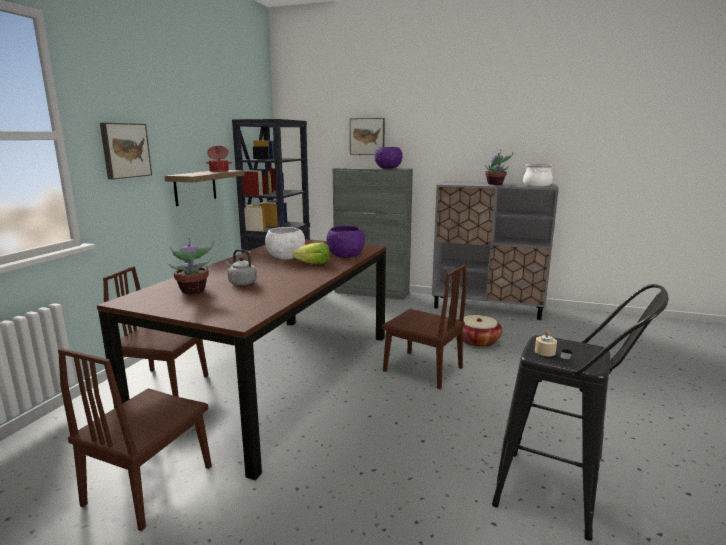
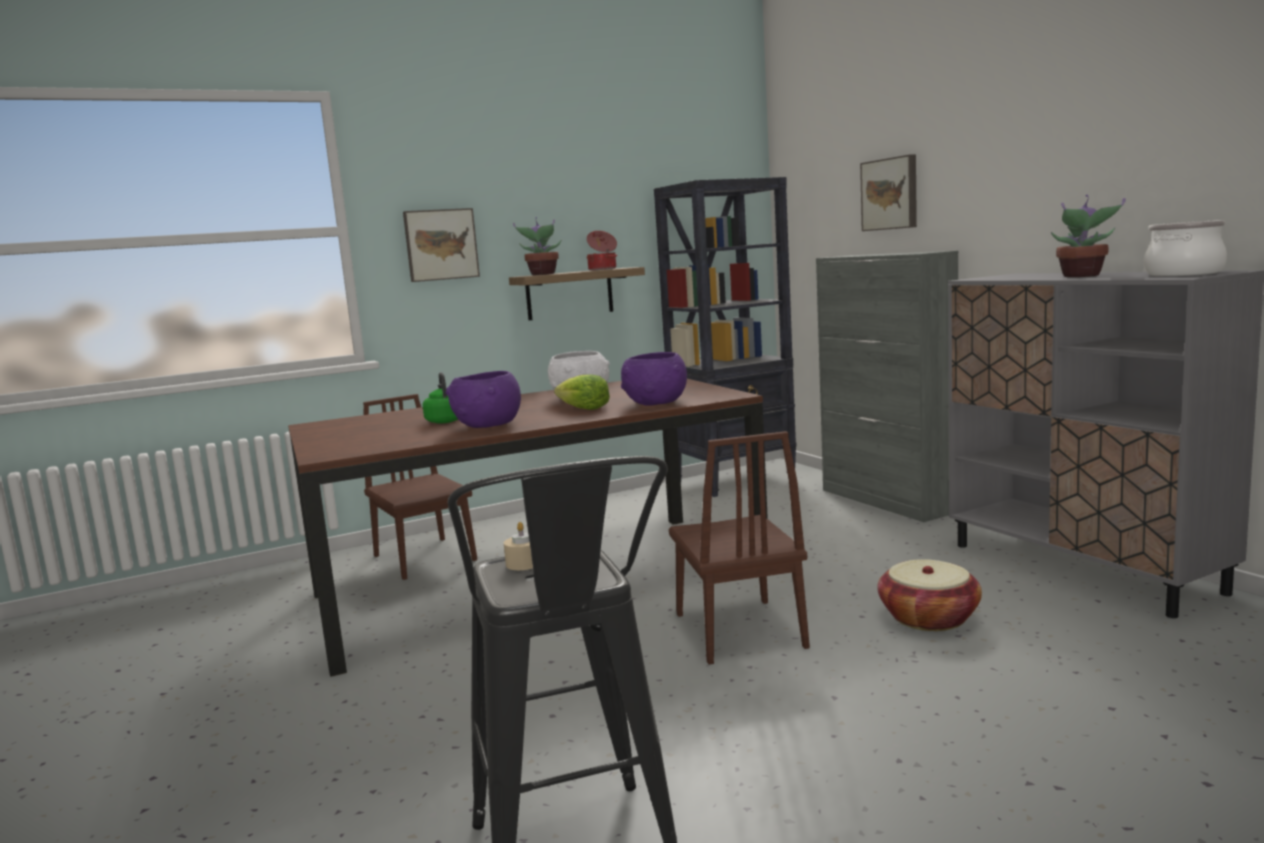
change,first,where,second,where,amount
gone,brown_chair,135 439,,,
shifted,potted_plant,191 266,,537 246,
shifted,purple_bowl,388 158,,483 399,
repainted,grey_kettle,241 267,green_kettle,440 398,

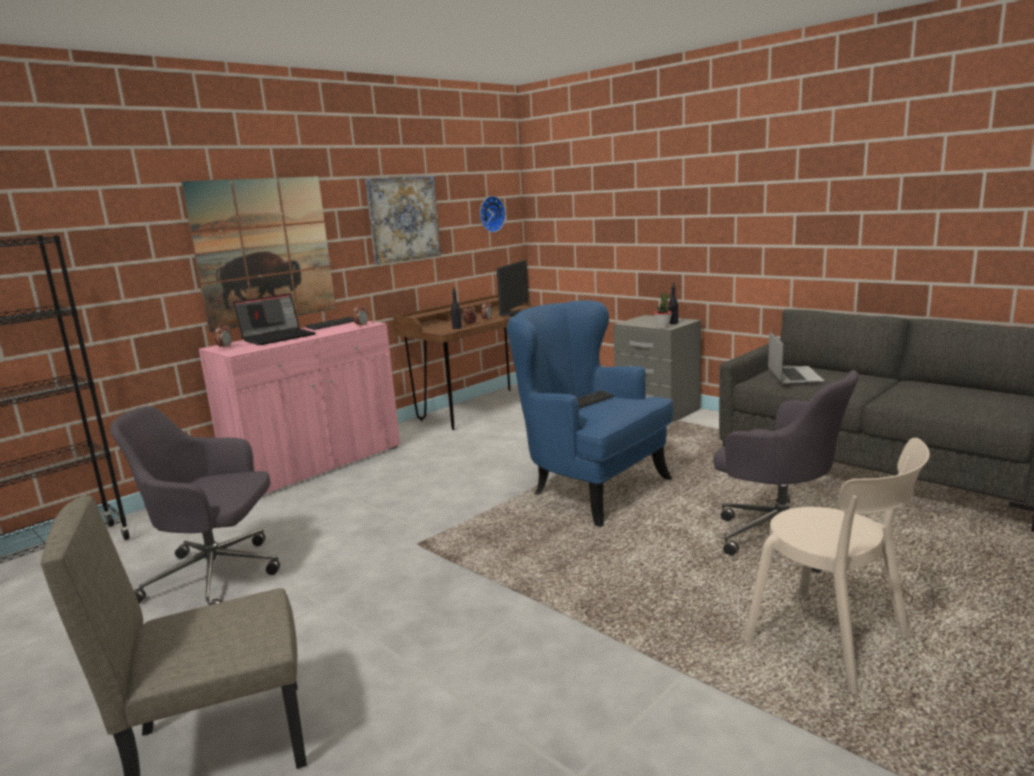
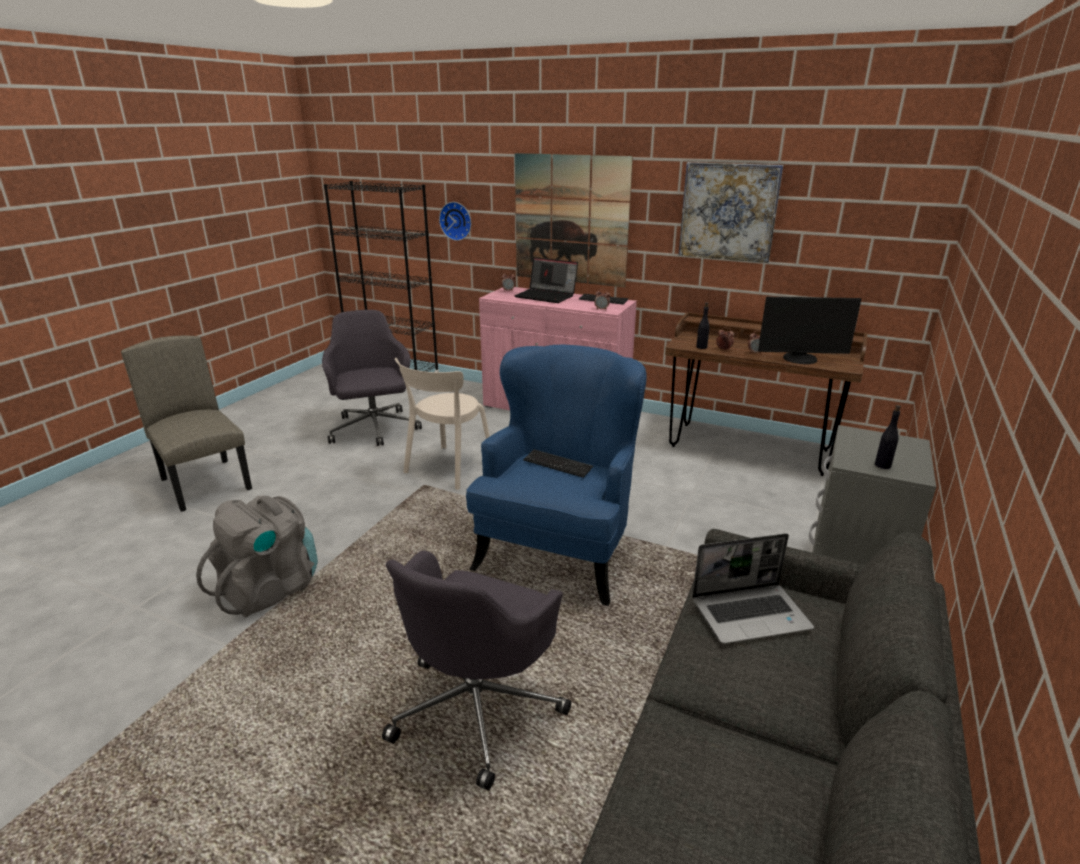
change,first,where,second,where,amount
gone,potted_plant,663 310,,,
new,,,grey_backpack,257 557,
shifted,wall_clock,493 214,,455 221,
shifted,beige_chair,837 566,,442 423,

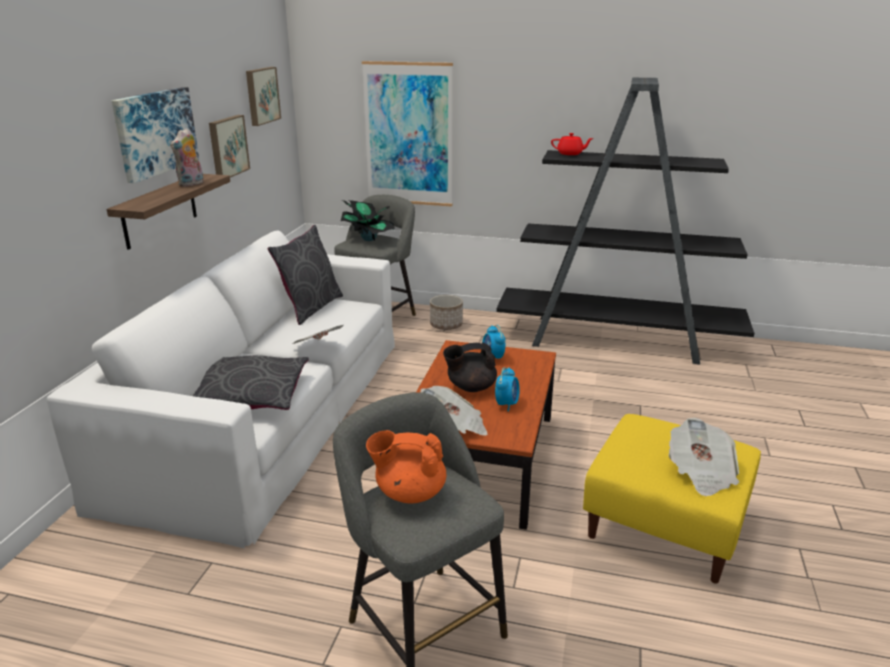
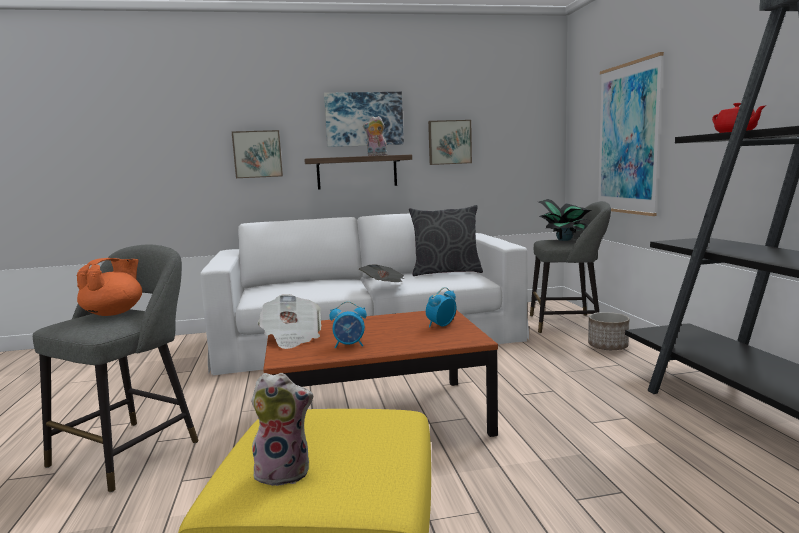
change,first,where,second,where,amount
gone,grey_pillow,251 382,,,
gone,black_teapot,470 367,,,
shifted,picture,263 96,,257 154,
swapped,newspaper,703 457,plush_toy,282 429,
rotated,orange_teapot,406 466,,109 287,45 degrees clockwise

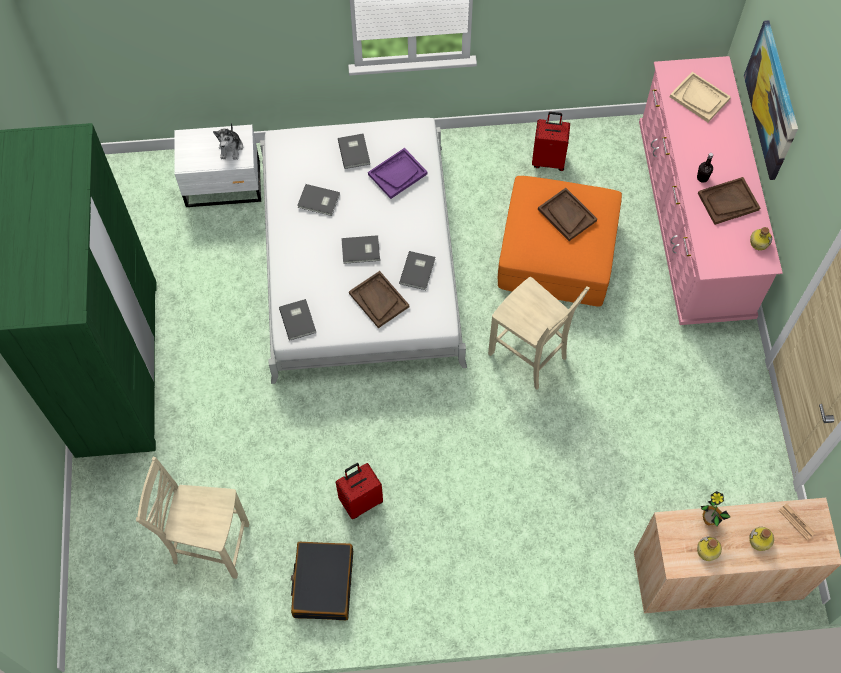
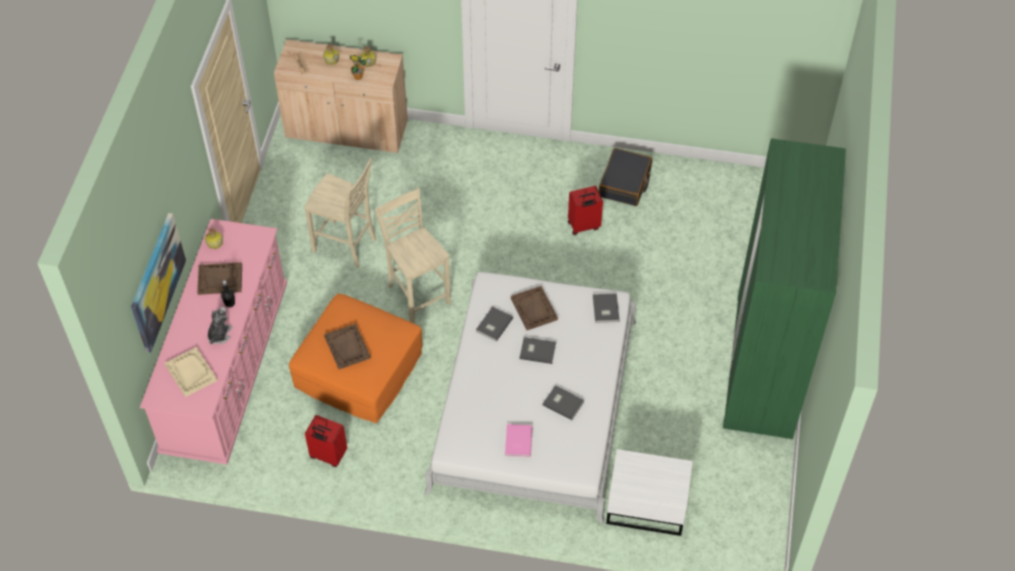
change,first,where,second,where,amount
gone,purple_tray,398 173,,,
shifted,beige_chair,192 518,,340 212,
shifted,plush_toy,228 141,,219 325,
repainted,grey_book,354 151,pink_book,518 440,

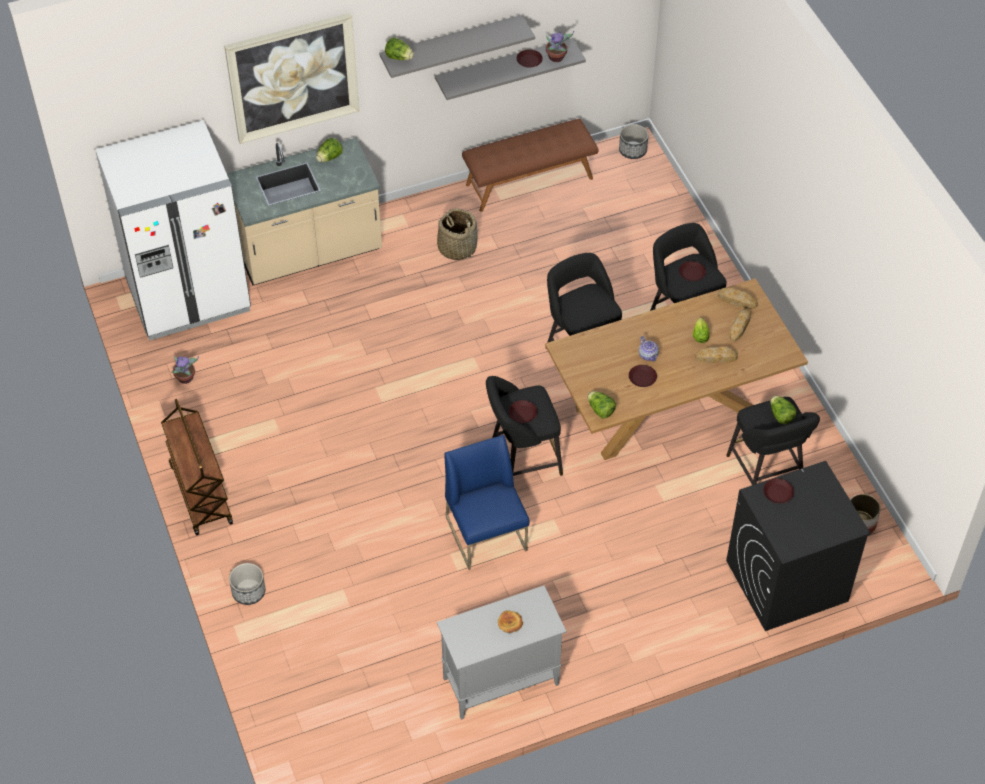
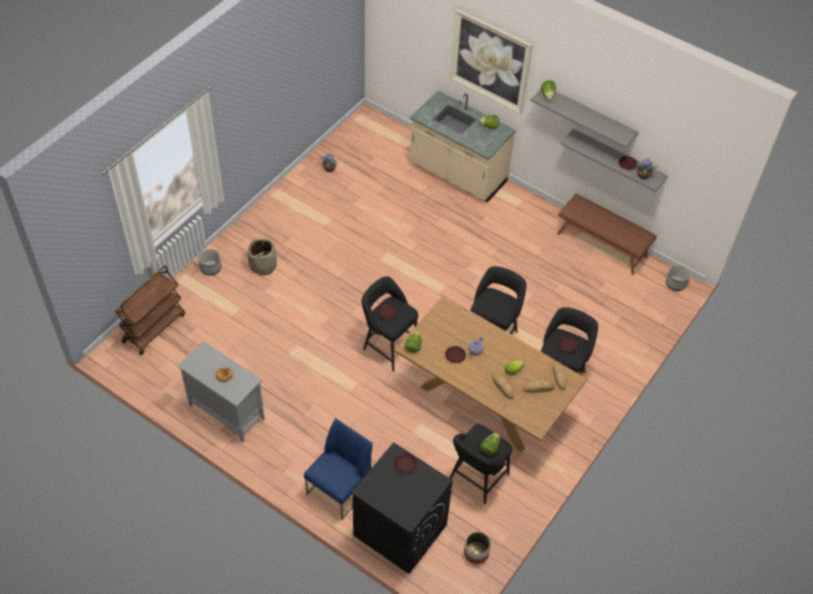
change,first,where,second,where,amount
gone,white_fridge,173 230,,,
shifted,brown_cart,197 467,,150 310,
shifted,basket,457 234,,262 257,
shifted,blue_chair,487 502,,338 469,

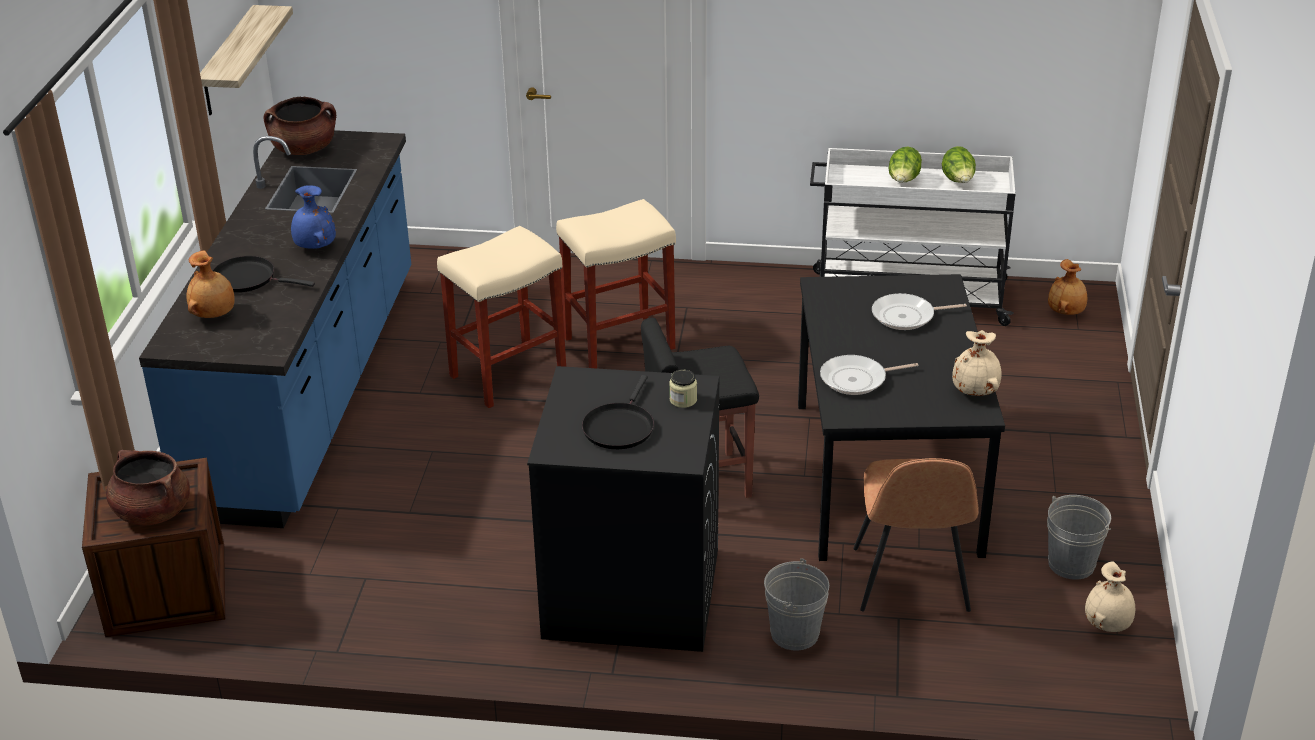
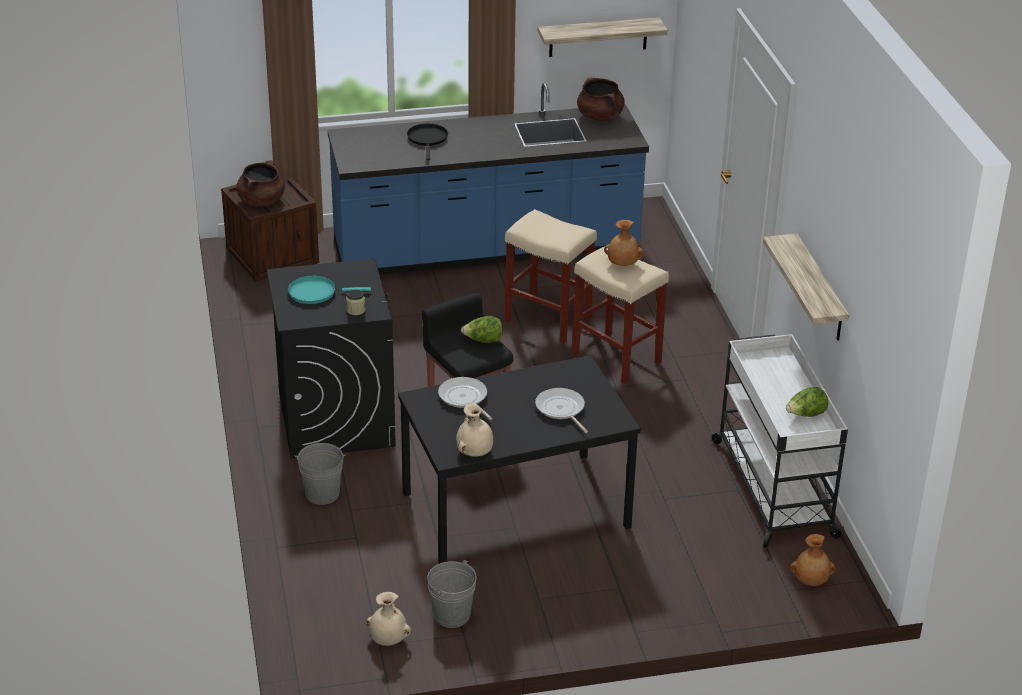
change,first,where,second,where,amount
gone,blue_vase,313 217,,,
gone,brown_chair,916 535,,,
new,,,shelf,806 287,
shifted,brown_vase,210 284,,623 243,
shifted,lettuce,905 165,,482 329,
repainted,black_frying_pan,618 412,turquoise_frying_pan,329 289,

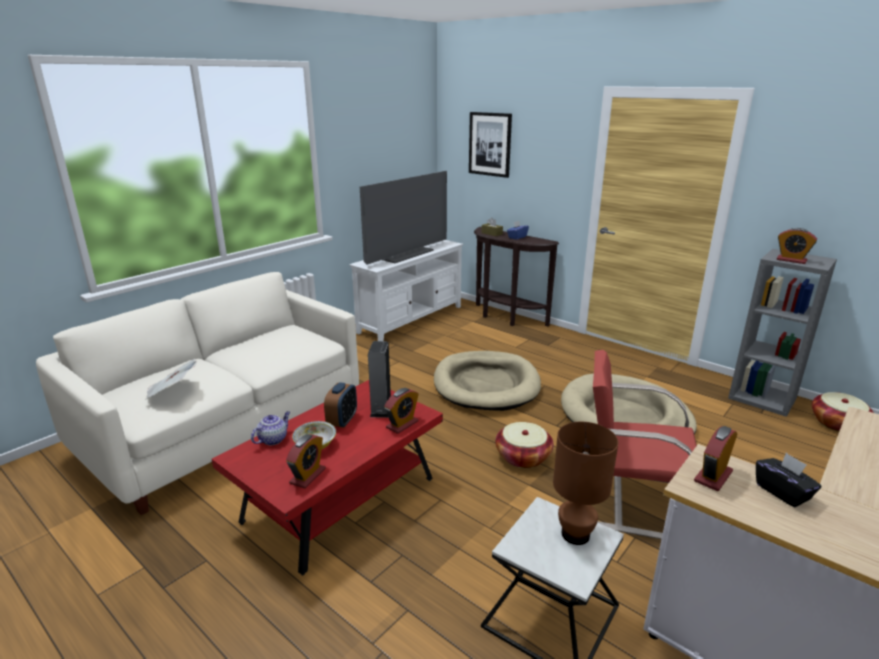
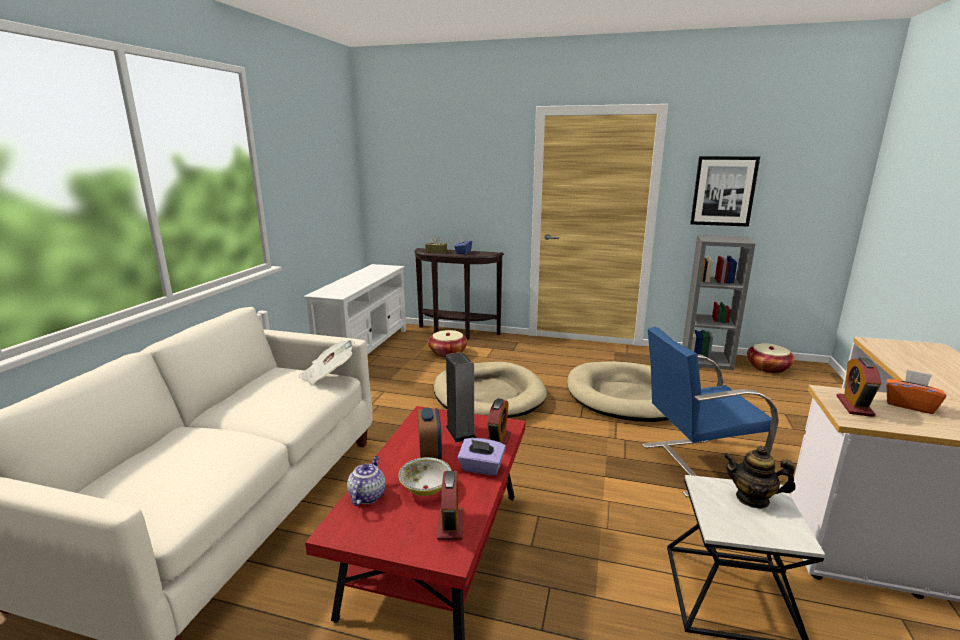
change,first,where,second,where,amount
gone,television,403 218,,,
gone,alarm_clock,797 246,,,
new,,,purple_tissue_box,482 457,
shifted,newspaper,171 379,,327 361,
shifted,picture,490 145,,725 191,
shifted,basket,524 445,,448 344,
swapped,brown_table_lamp,585 483,teapot,759 477,
repainted,red_chair,645 444,blue_chair,710 412,
repainted,black_tissue_box,788 480,orange_tissue_box,916 392,

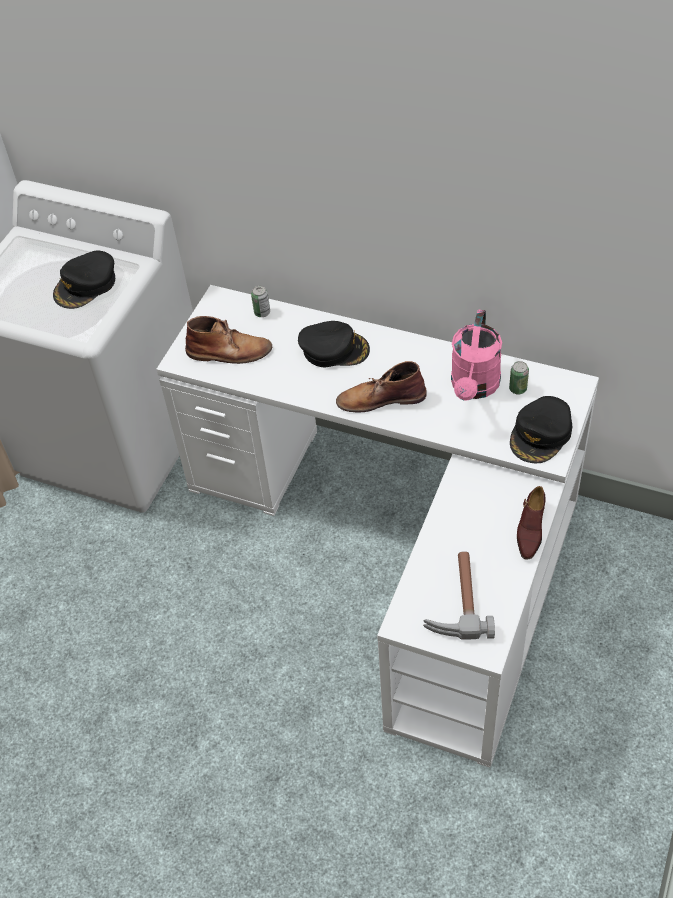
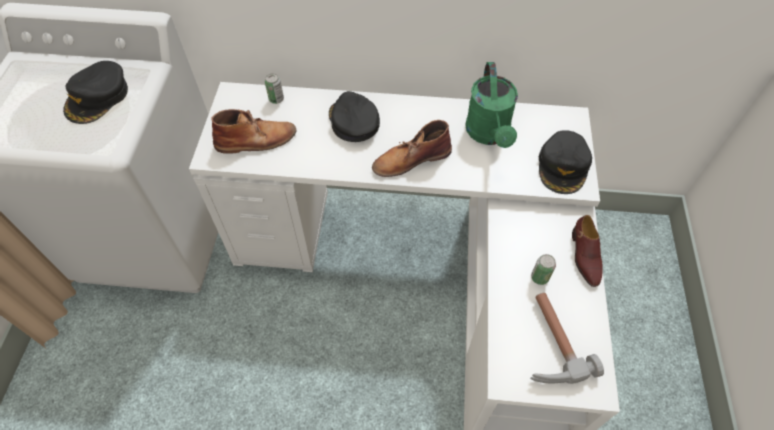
change,first,where,second,where,amount
shifted,can,519 378,,543 269,
repainted,pink_watering_can,476 355,green_watering_can,491 105,
rotated,black_cap,334 344,,354 116,105 degrees counterclockwise

